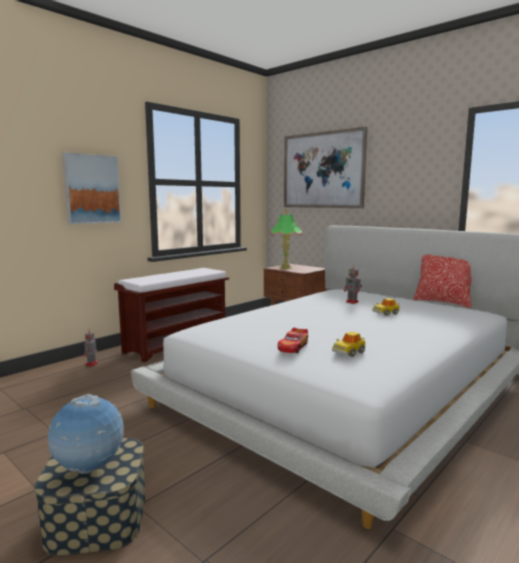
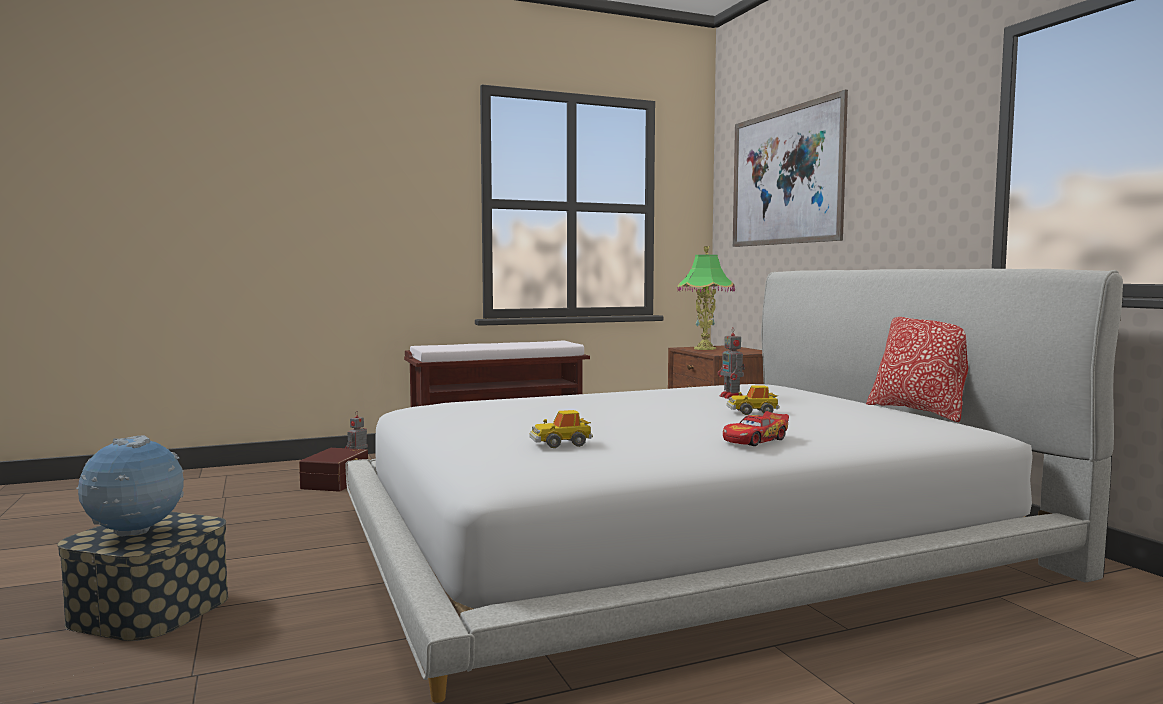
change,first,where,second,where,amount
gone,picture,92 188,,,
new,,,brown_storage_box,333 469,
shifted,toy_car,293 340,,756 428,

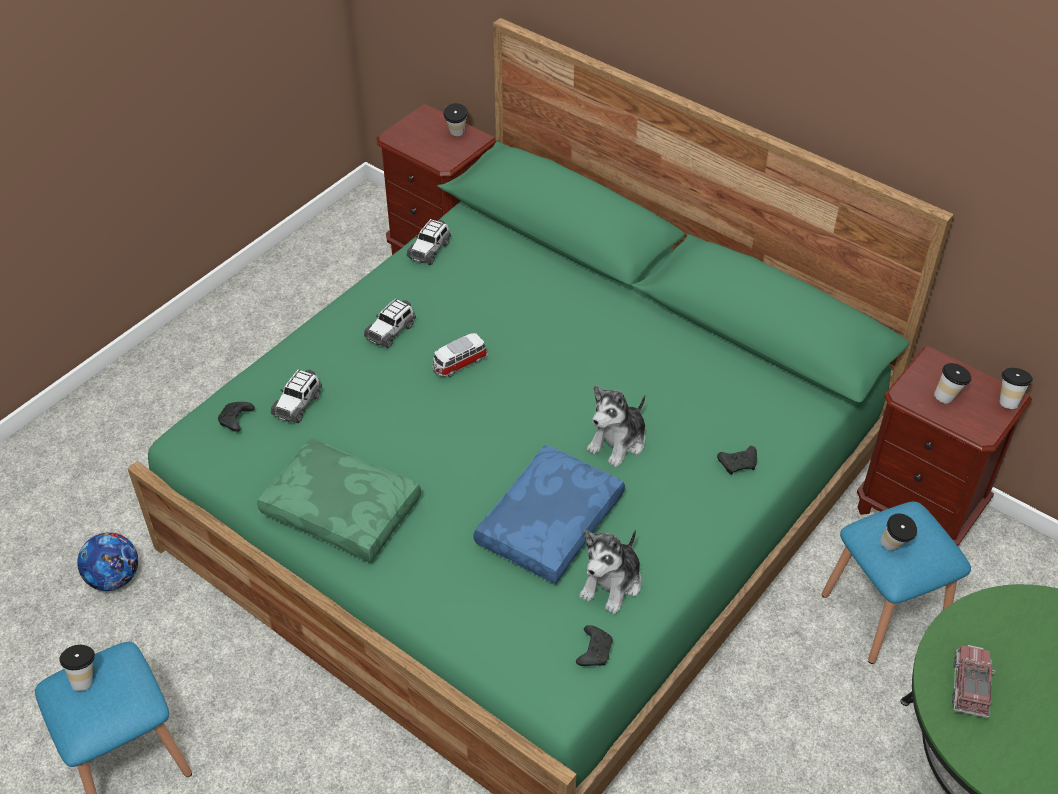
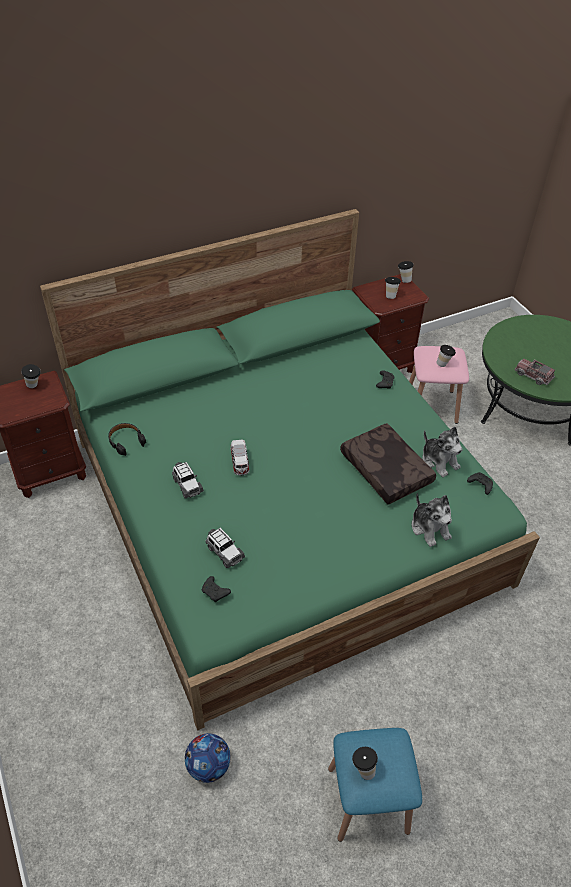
change,first,where,second,where,amount
gone,green_pillow,339 500,,,
shifted,plush_toy,616 426,,431 520,
swapped,toy_car,429 242,black_headphones,127 439,
repainted,blue_pillow,549 514,brown_pillow,388 463,
repainted,blue_stool,896 583,pink_stool,439 385,

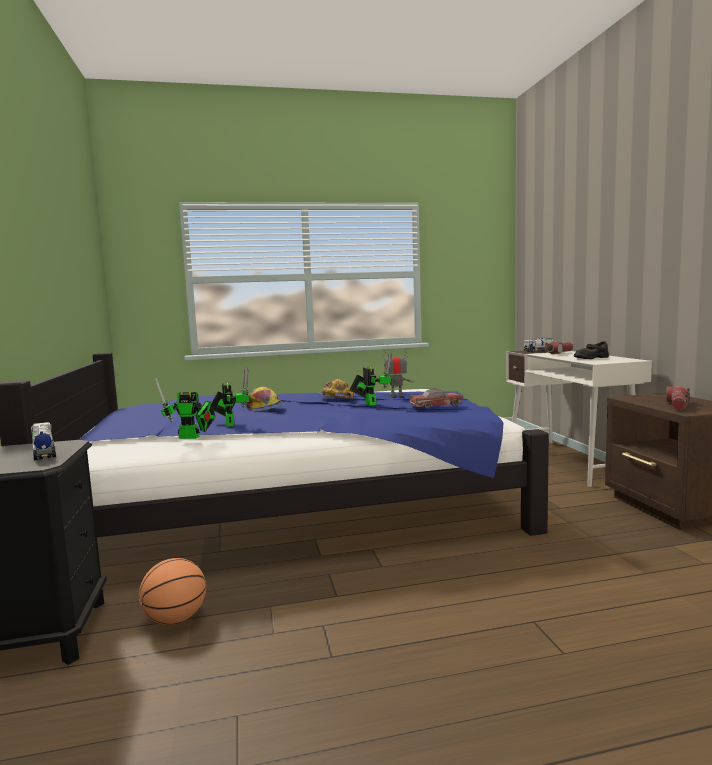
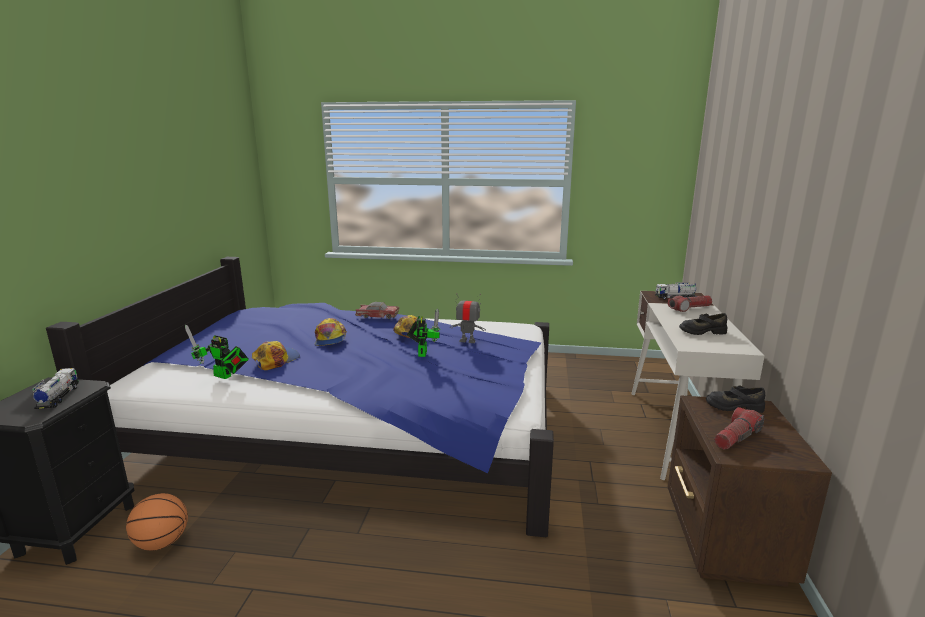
change,first,where,second,where,amount
new,,,black_shoe,735 399,
shifted,toy_car,436 398,,377 310,
swapped,toy_robot,231 397,cap,276 355,

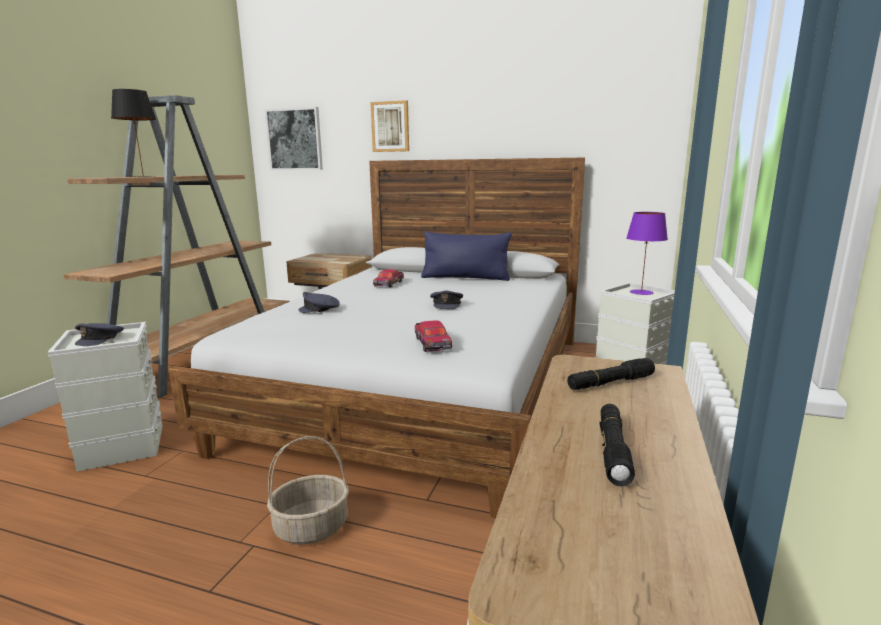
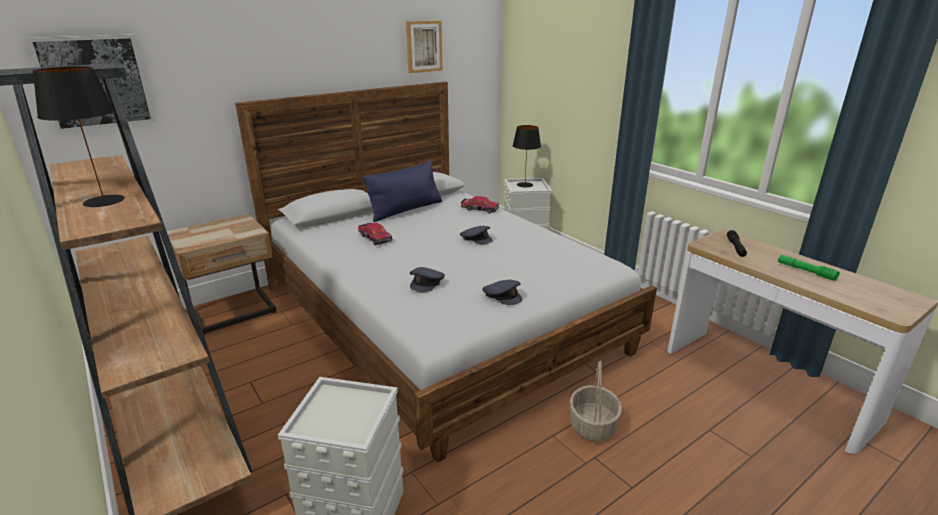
change,first,where,second,where,amount
shifted,grey_cap,99 334,,502 292,
shifted,picture,389 126,,424 47,
shifted,toy_car,433 336,,480 205,
repainted,black_flashlight,617 445,green_flashlight,809 268,
repainted,purple_table_lamp,647 253,black_table_lamp,527 156,

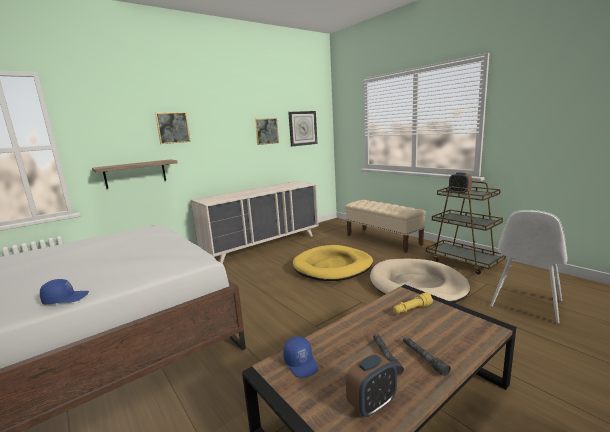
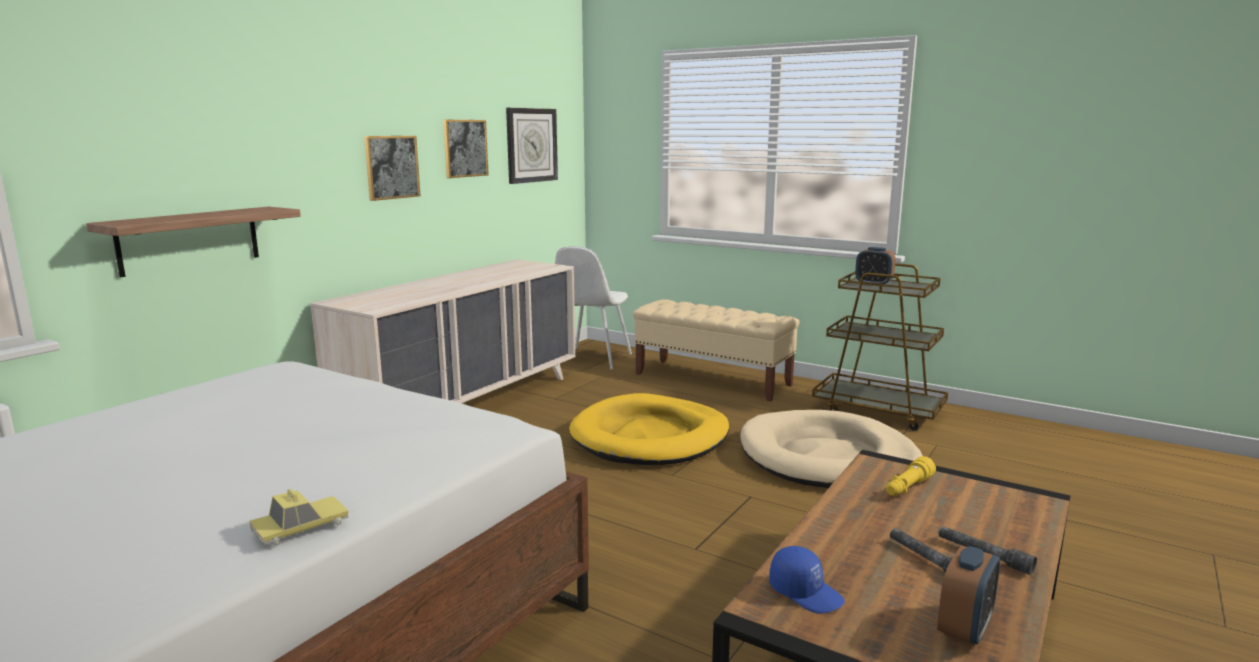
change,first,where,second,where,amount
shifted,picture,173 128,,392 168,
shifted,white_chair,528 266,,593 307,
swapped,blue_cap,64 292,toy_car,299 518,

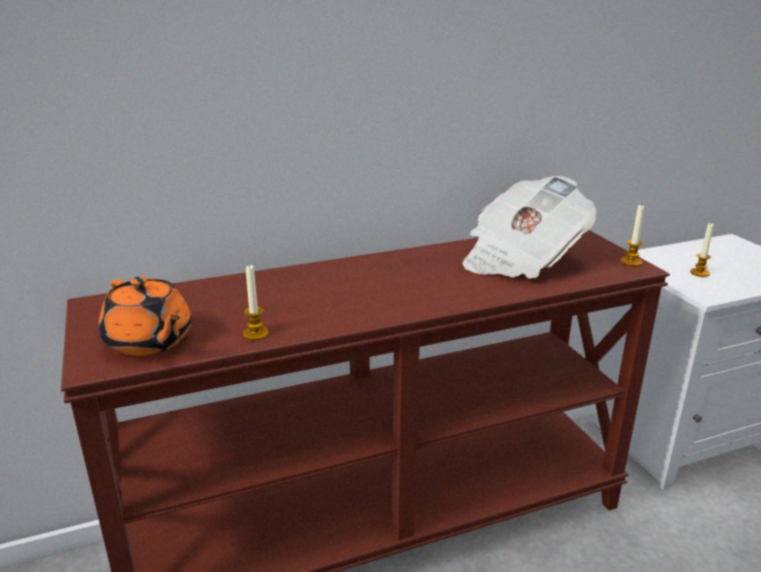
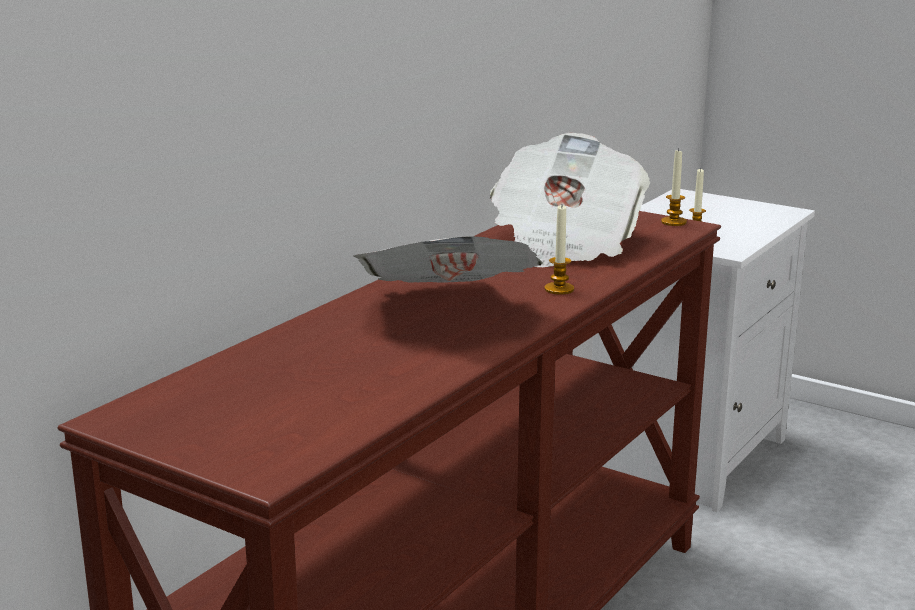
change,first,where,second,where,amount
gone,orange_teapot,145 316,,,
new,,,newspaper,448 259,
shifted,candle,256 302,,559 250,

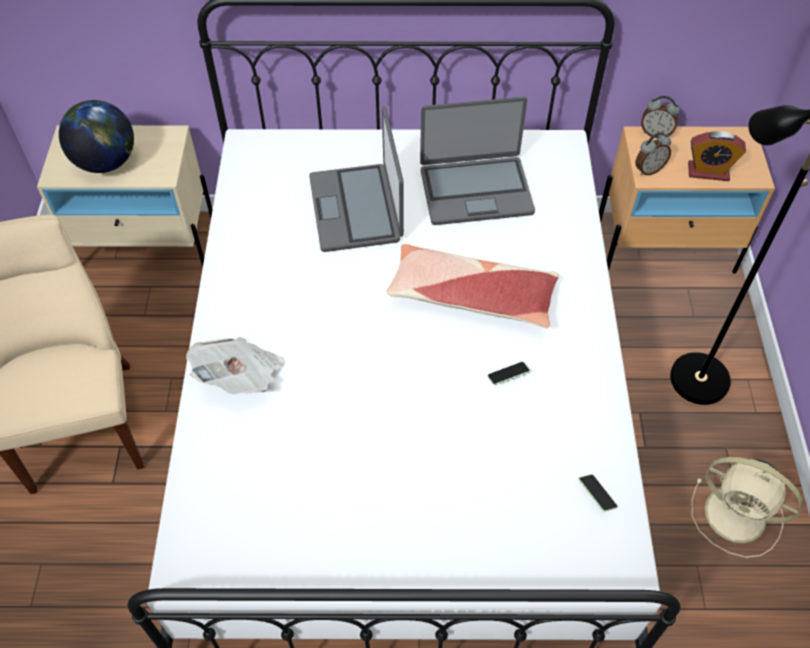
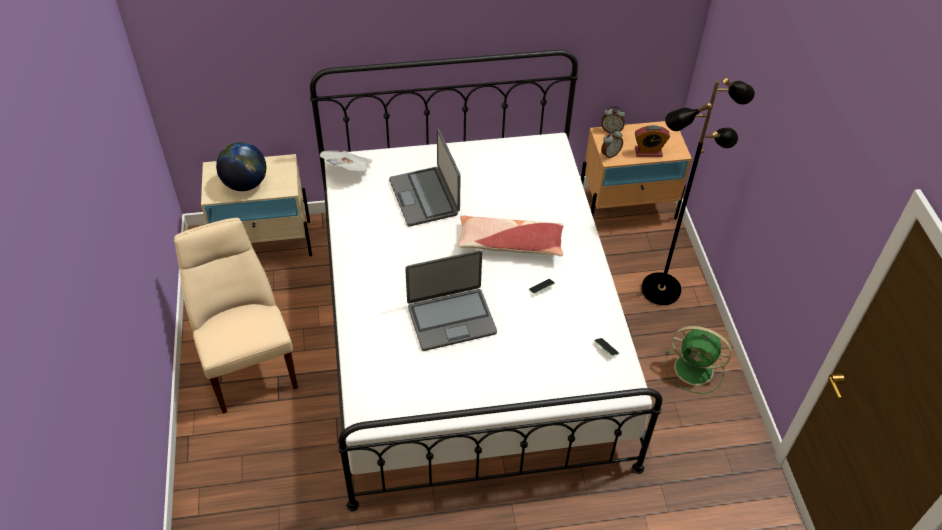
change,first,where,second,where,amount
shifted,newspaper,235 365,,346 161,
shifted,laptop,477 161,,451 300,
repainted,beige_fan,747 507,green_fan,698 360,

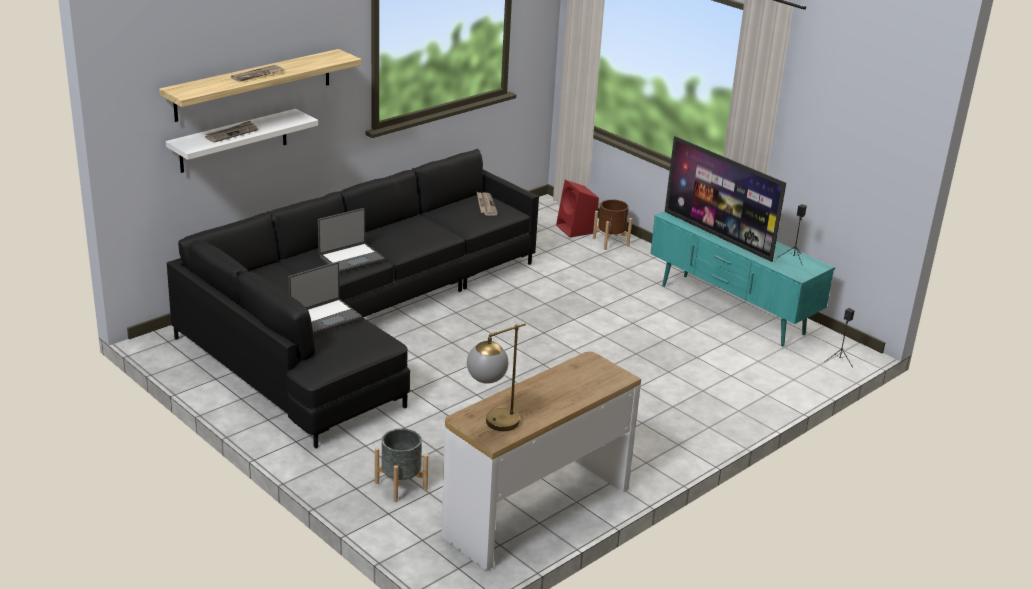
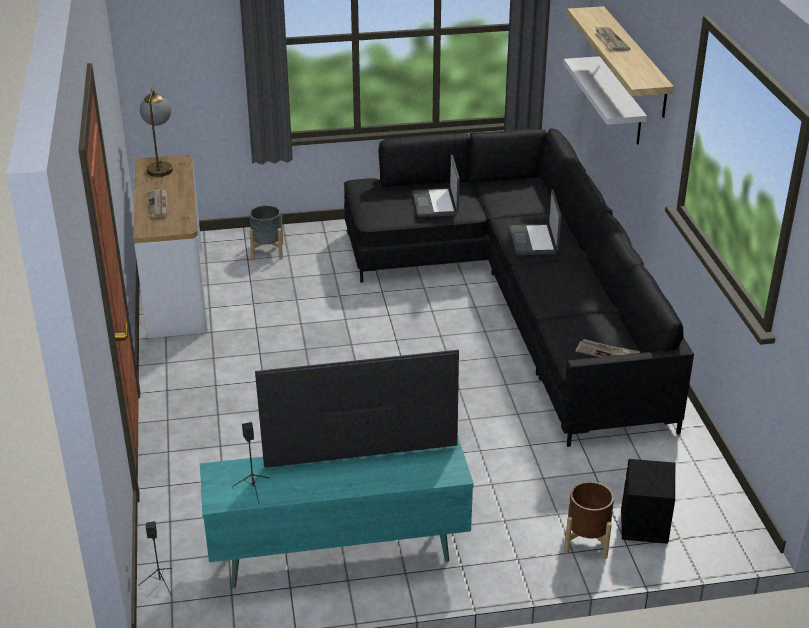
change,first,where,second,where,amount
shifted,newspaper,231 132,,158 203,
repainted,red_speaker,577 209,black_speaker,648 501,

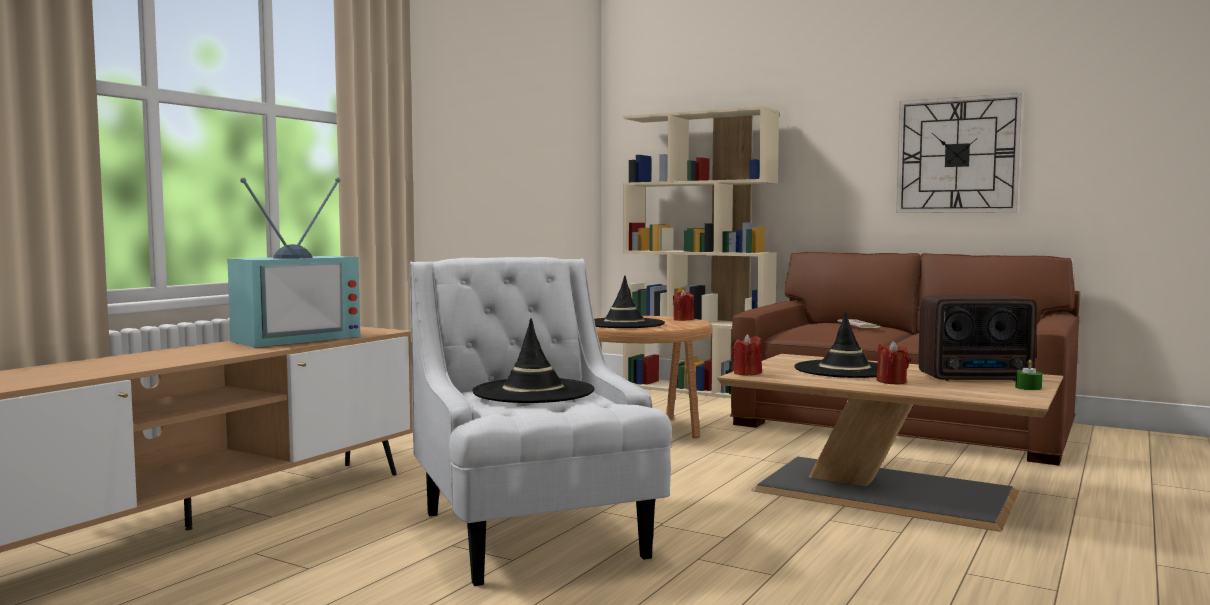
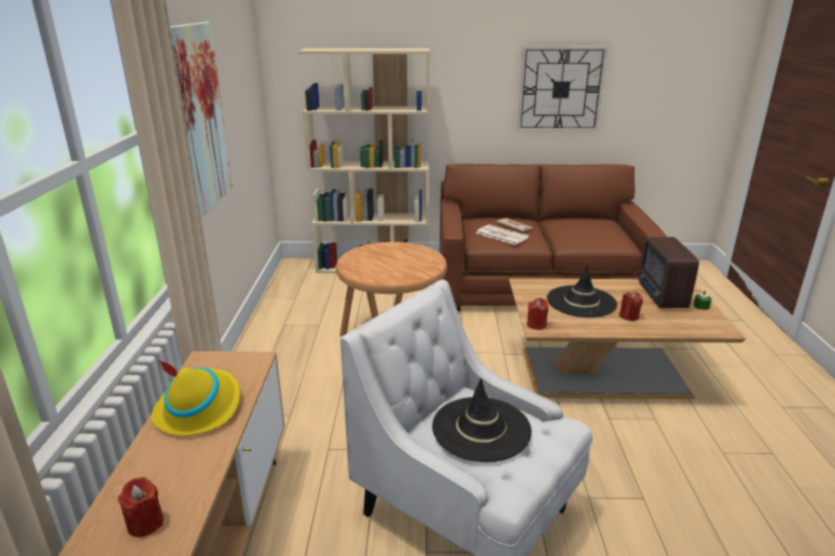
change,first,where,second,where,amount
gone,black_hat,629 301,,,
new,,,picture,201 120,
new,,,newspaper,503 234,
shifted,red_candle,683 305,,141 507,
swapped,television,293 262,yellow_hat,195 398,
rotated,radio,977 338,,669 272,120 degrees clockwise

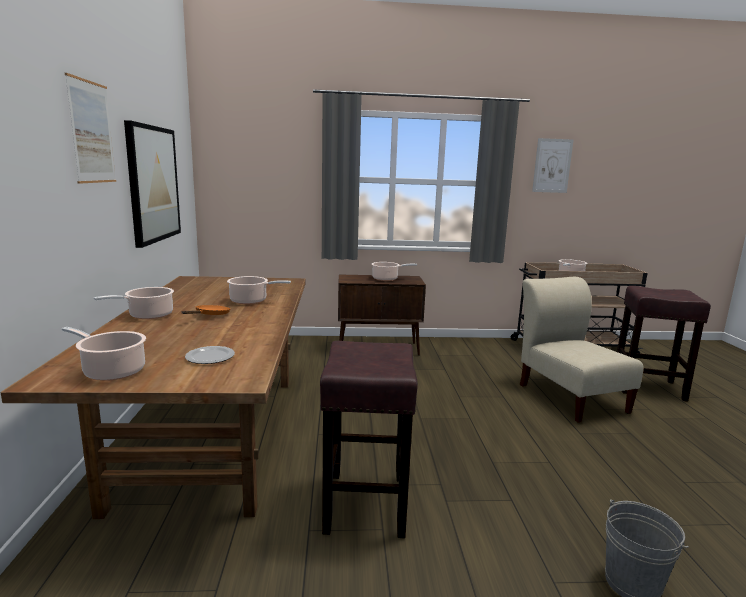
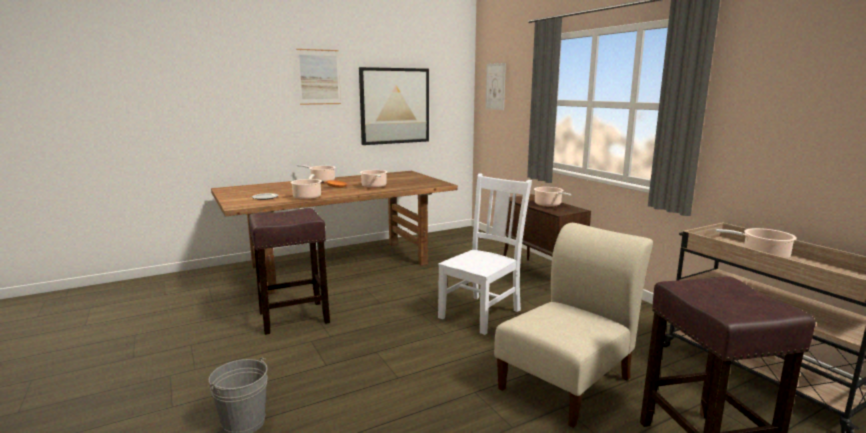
change,first,where,second,where,amount
new,,,white_chair,485 254,
shifted,cooking_pot,104 354,,306 187,
shifted,picture,552 165,,495 86,

